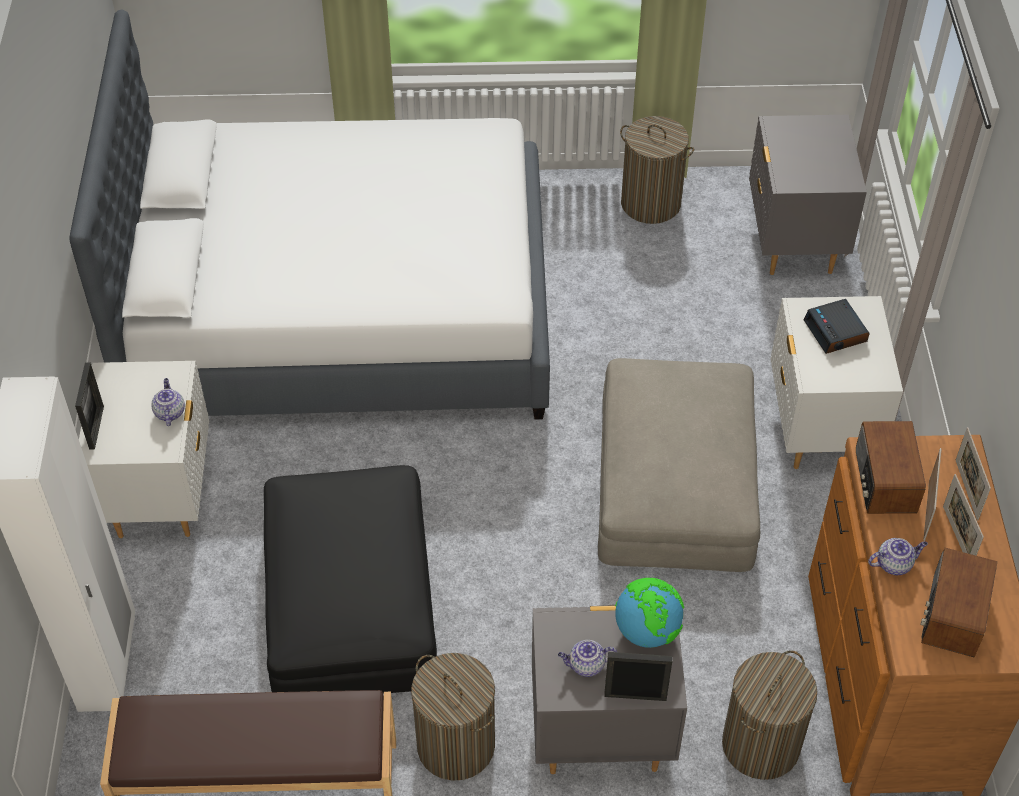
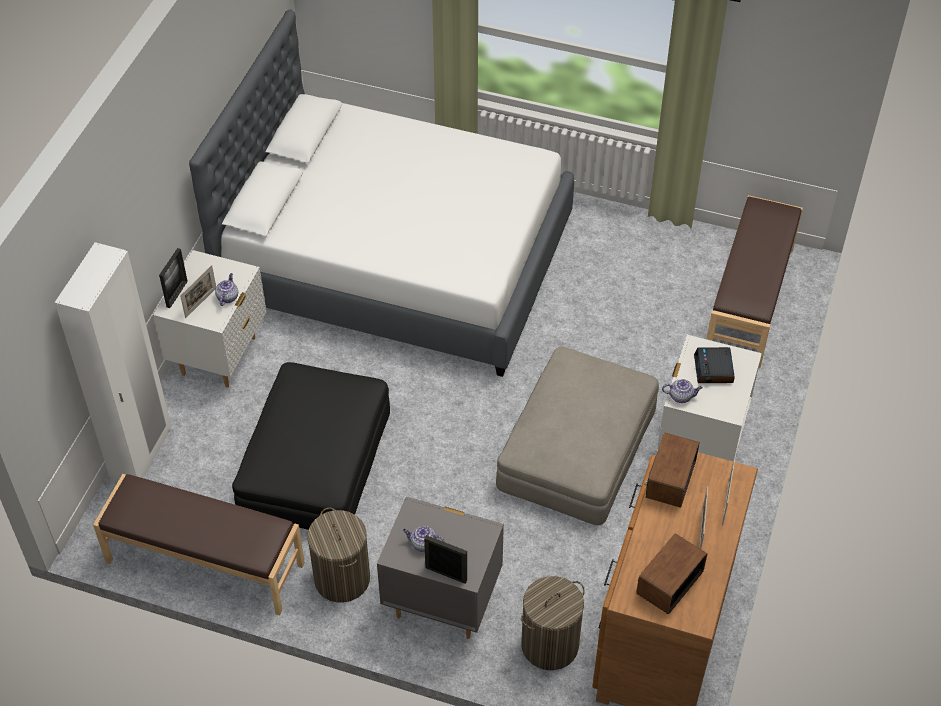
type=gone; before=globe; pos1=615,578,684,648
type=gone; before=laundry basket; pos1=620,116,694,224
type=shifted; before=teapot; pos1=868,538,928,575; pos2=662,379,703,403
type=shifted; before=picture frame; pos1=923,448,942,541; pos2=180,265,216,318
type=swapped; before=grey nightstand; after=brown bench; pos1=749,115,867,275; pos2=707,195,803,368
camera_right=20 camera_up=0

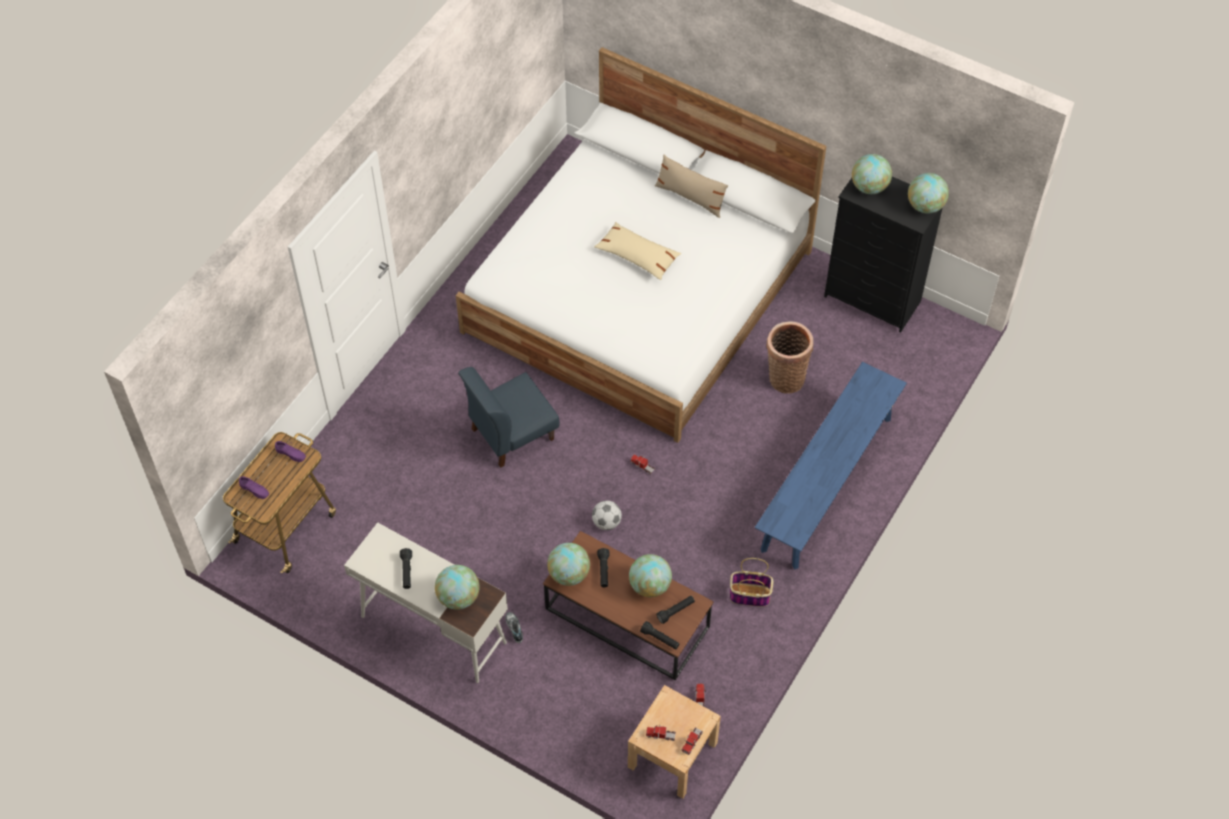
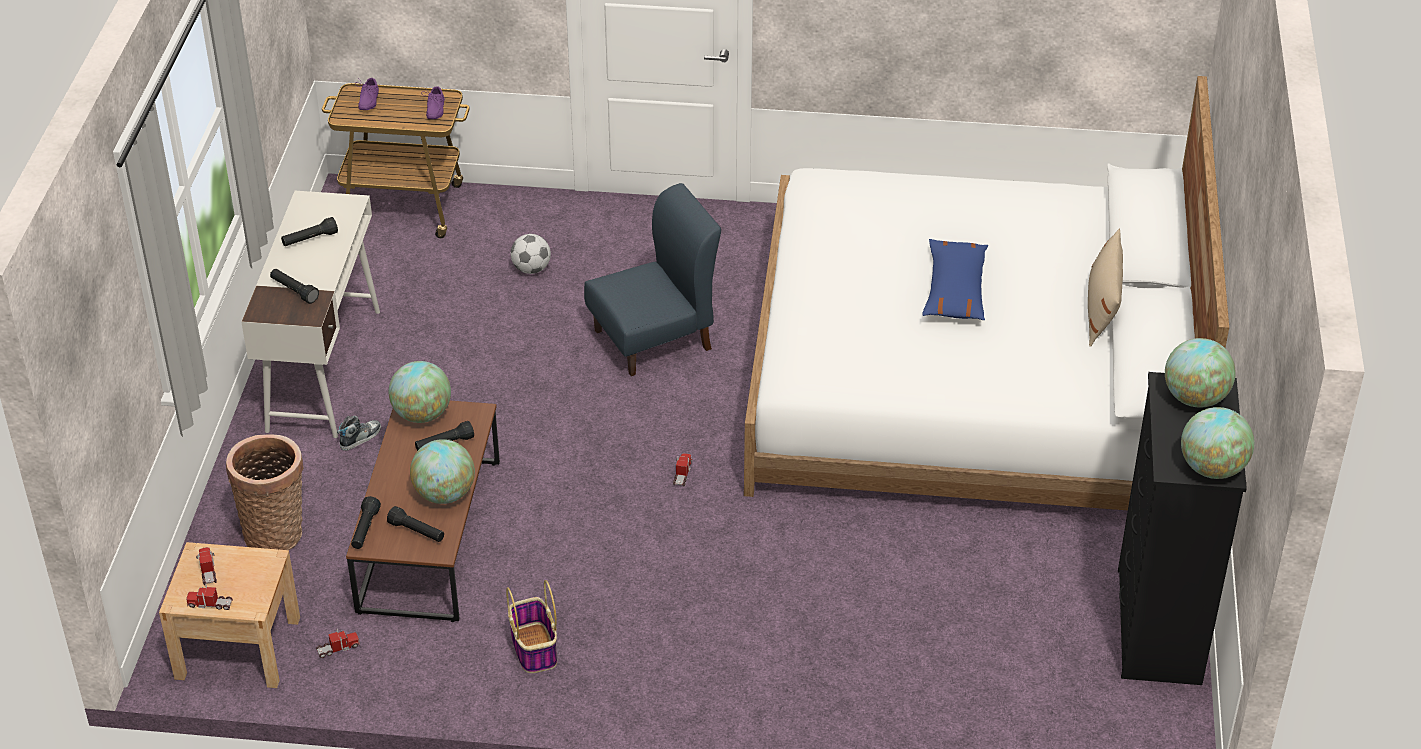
type=gone; before=blue bench; pos1=755,362,907,570
type=shifted; before=football; pos1=592,500,622,530; pos2=511,234,551,274
type=shifted; before=basket; pos1=767,322,813,394; pos2=226,435,303,550
type=swapped; before=globe; after=black flashlight; pos1=435,565,480,610; pos2=270,269,319,304
type=repainted; before=beige pillow; after=blue pillow; pos1=594,222,681,280; pos2=922,239,988,320
type=rotated; before=blue chair; pos1=458,367,560,468; pos2=584,183,721,376; turn=120
camera_right=65 camera_up=-15

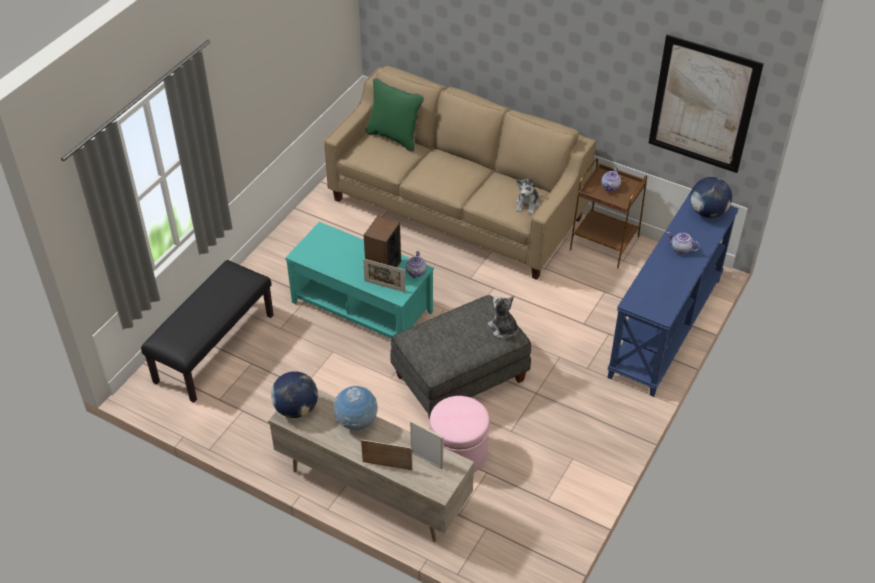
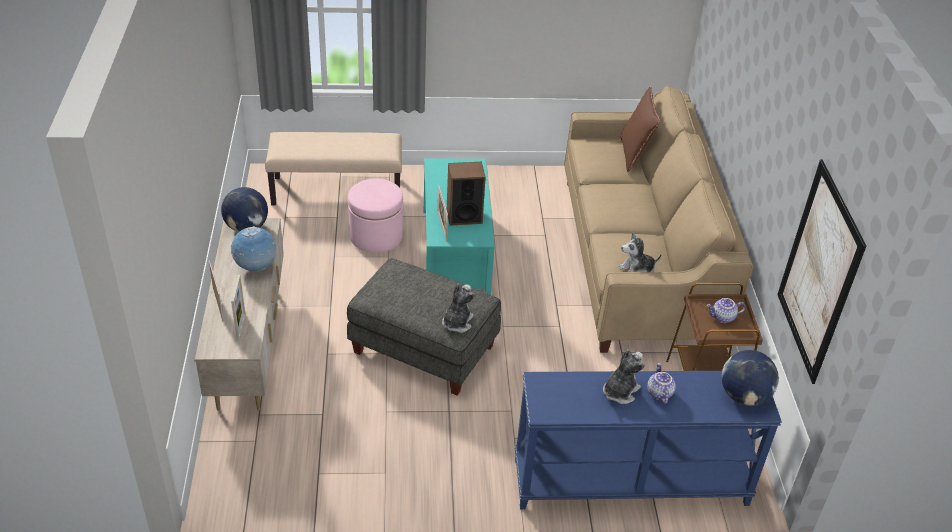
type=gone; before=teapot; pos1=406,251,426,278
type=new; after=plush toy; pos2=603,349,645,404
type=shifted; before=pink ottoman; pos1=430,396,490,472; pos2=348,179,403,253
type=repainted; before=black bench; after=beige bench; pos1=141,260,273,403; pos2=265,132,402,205
type=repainted; before=green pillow; after=brown pillow; pos1=365,78,424,152; pos2=620,87,660,172
camera_right=55 camera_up=-5

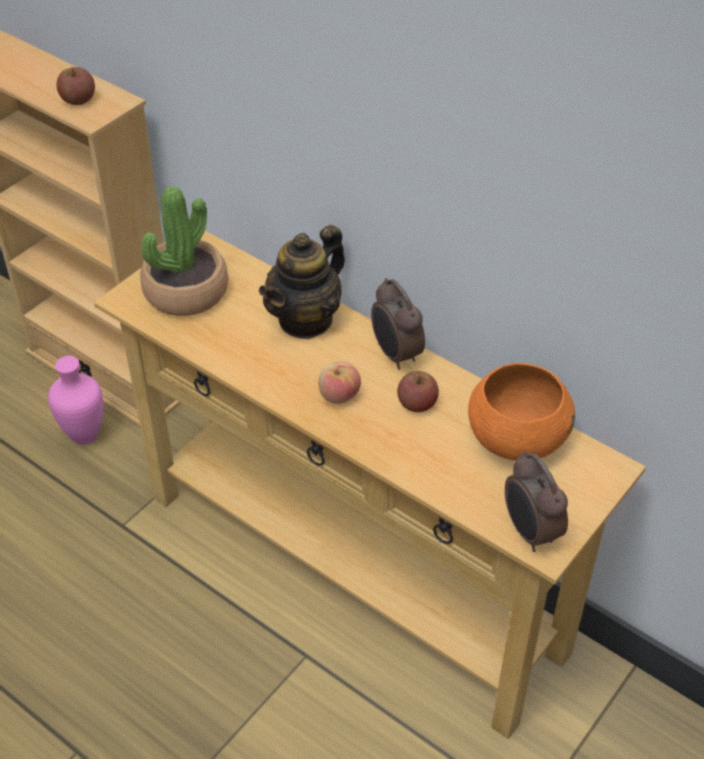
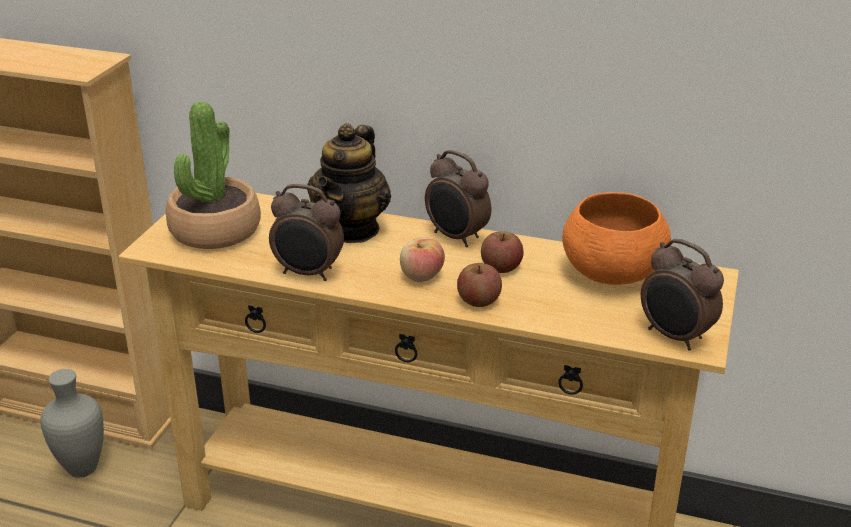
type=new; after=alarm clock; pos2=269,184,344,281
type=shifted; before=apple; pos1=56,67,95,105; pos2=457,263,502,307
type=repainted; before=pink vase; after=grey vase; pos1=48,356,103,445; pos2=40,369,104,478
camera_right=-20 camera_up=-15

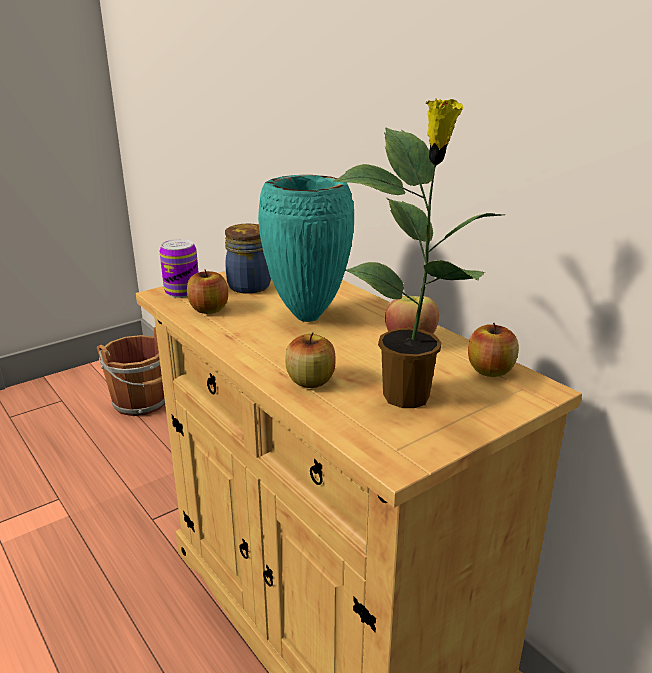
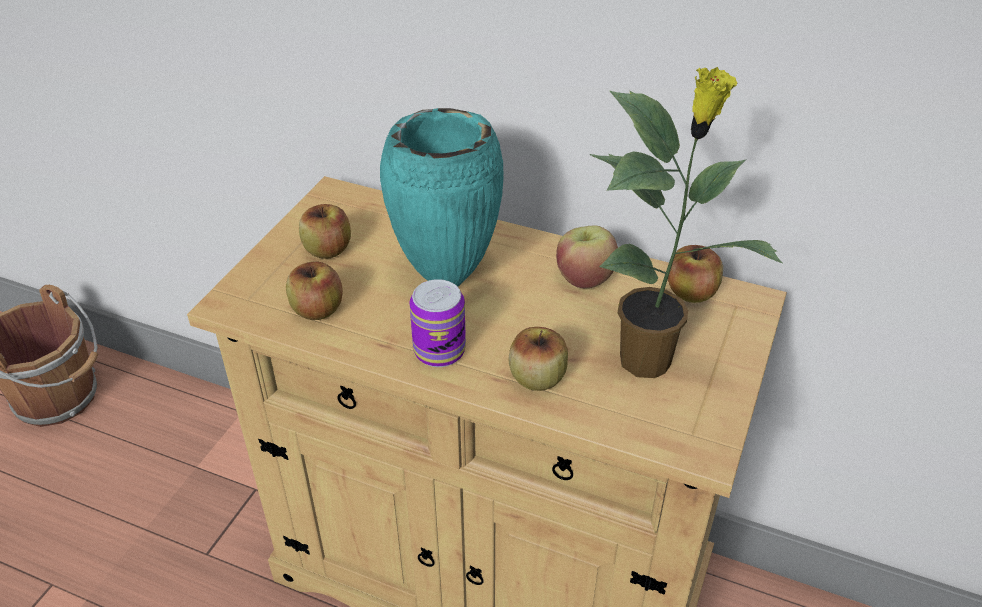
type=shifted; before=can; pos1=159,239,199,298; pos2=410,279,466,367
type=swapped; before=jar; after=apple; pos1=225,224,271,294; pos2=299,204,351,259
camera_right=-30 camera_up=15

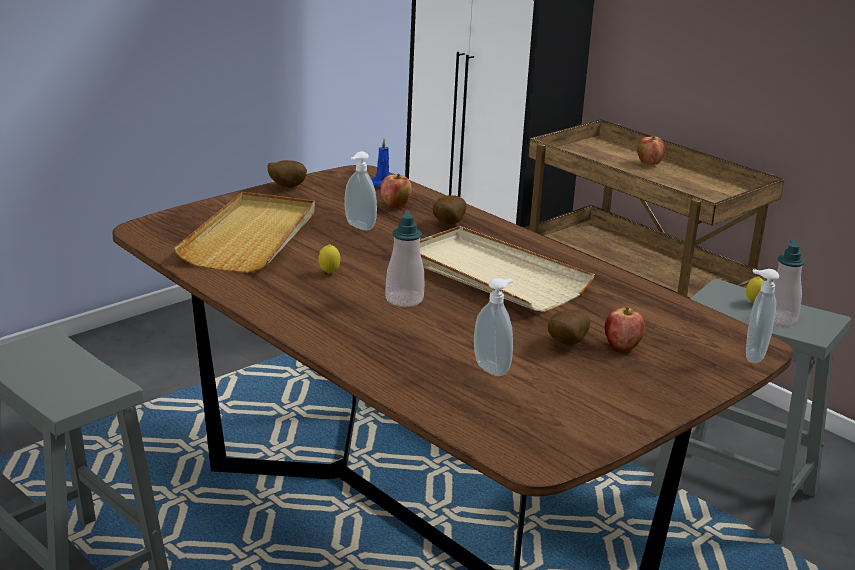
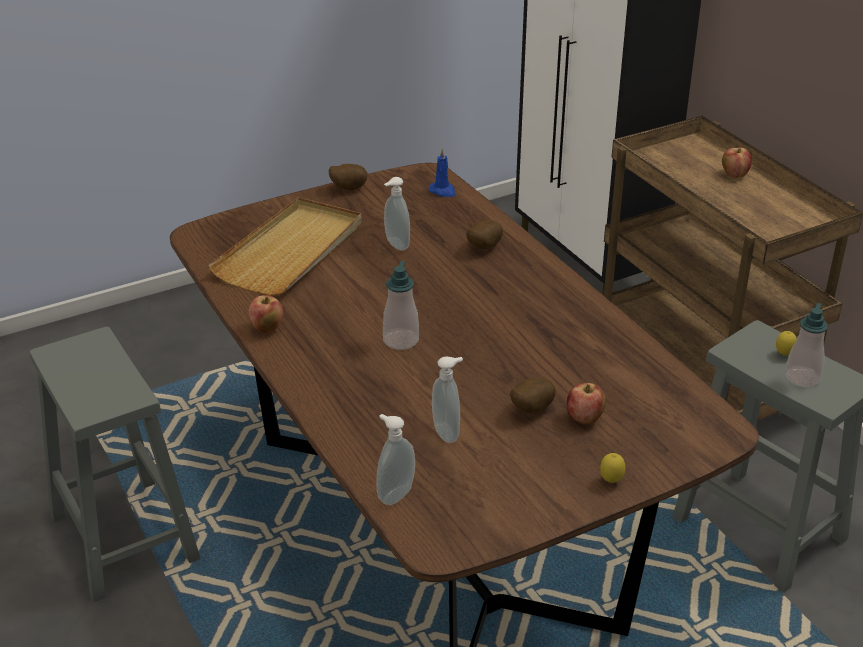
type=gone; before=beige tray; pos1=420,226,595,312
type=shifted; before=lemon; pos1=318,244,340,274; pos2=600,453,625,483
type=shifted; before=apple; pos1=380,174,412,208; pos2=248,295,283,333
type=shifted; before=soap dispenser; pos1=746,269,779,363; pos2=376,414,415,505
camera_right=15 camera_up=10

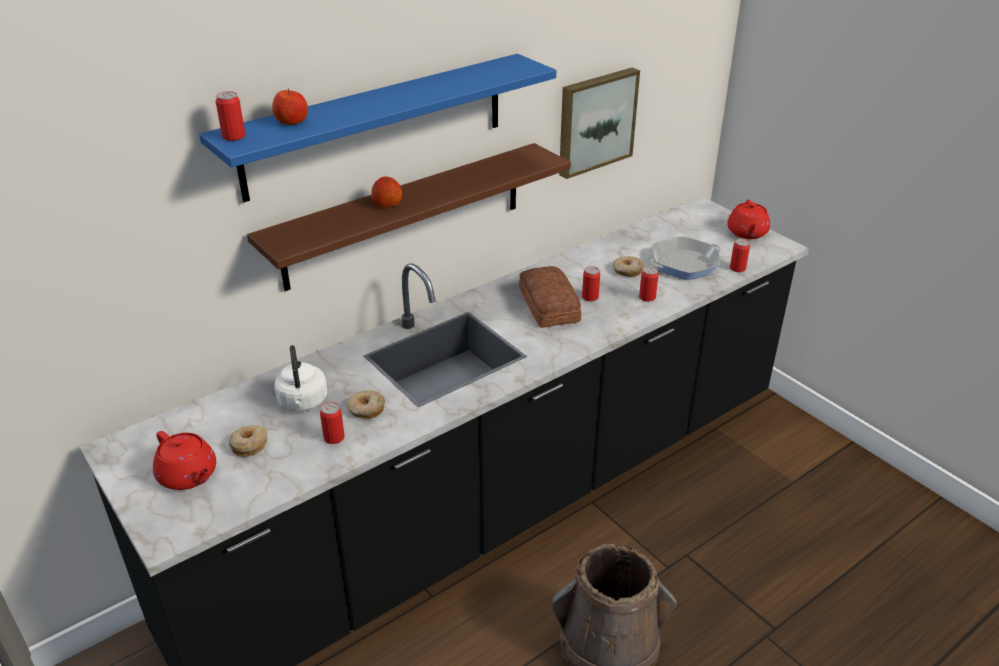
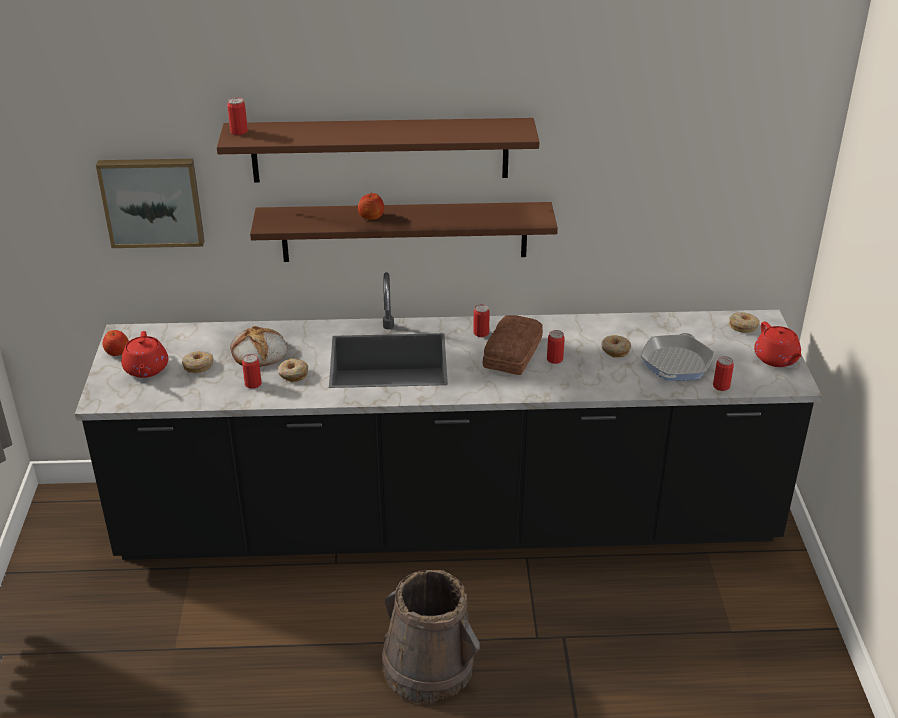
type=new; after=donut; pos2=729,312,760,333
type=shifted; before=apple; pos1=272,88,308,125; pos2=102,330,129,356
type=shifted; before=picture; pos1=559,68,640,179; pos2=96,159,205,248
type=shifted; before=can; pos1=639,266,659,302; pos2=473,304,490,337
type=swapped; before=white kettle; after=bread; pos1=274,345,327,412; pos2=230,326,288,367
type=repainted; before=blue shelf; after=brown shelf; pos1=199,54,556,202; pos2=217,118,539,183
type=rotated; before=frying pan; pos1=650,236,721,280; pos2=641,333,714,381; turn=105
type=rotated; before=red teapot; pos1=727,200,770,239; pos2=754,322,801,367; turn=-60
camera_right=35 camera_up=0

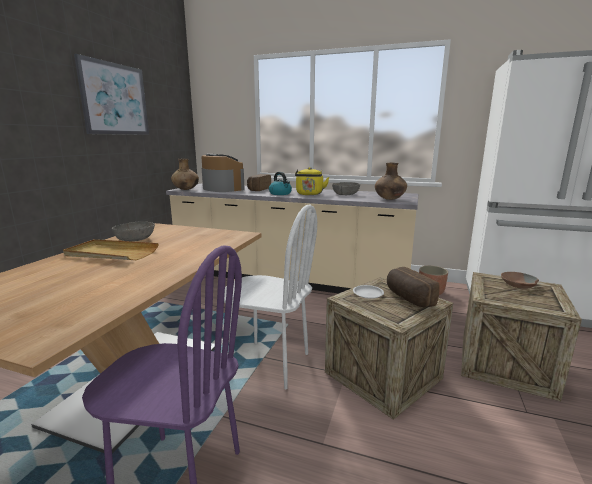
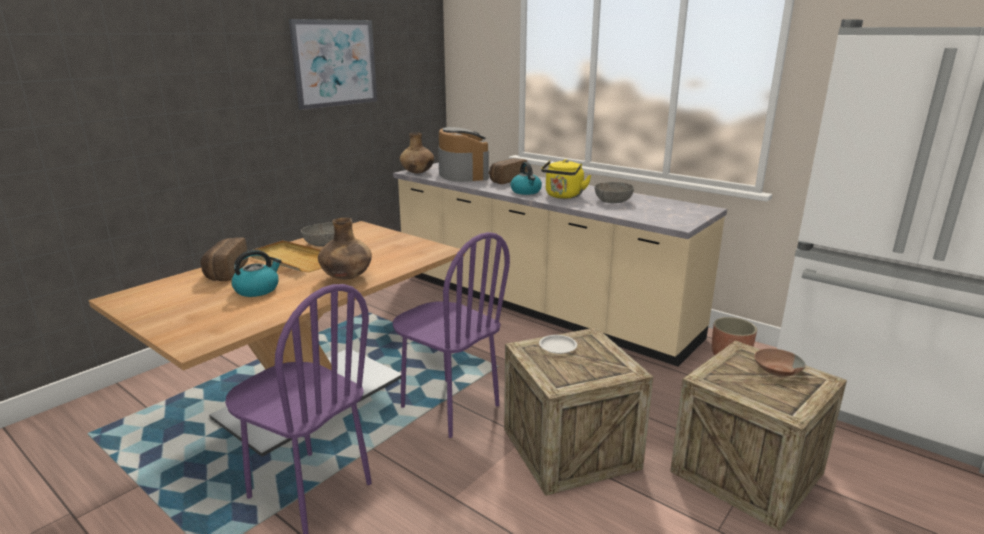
type=new; after=kettle; pos2=231,250,282,297
type=shifted; before=brown vase; pos1=375,162,407,200; pos2=318,218,372,280
type=shifted; before=bread; pos1=387,267,440,307; pos2=200,237,248,281
type=repainted; before=white chair; after=purple chair; pos1=224,205,317,389; pos2=393,232,510,438
camera_right=20 camera_up=5

